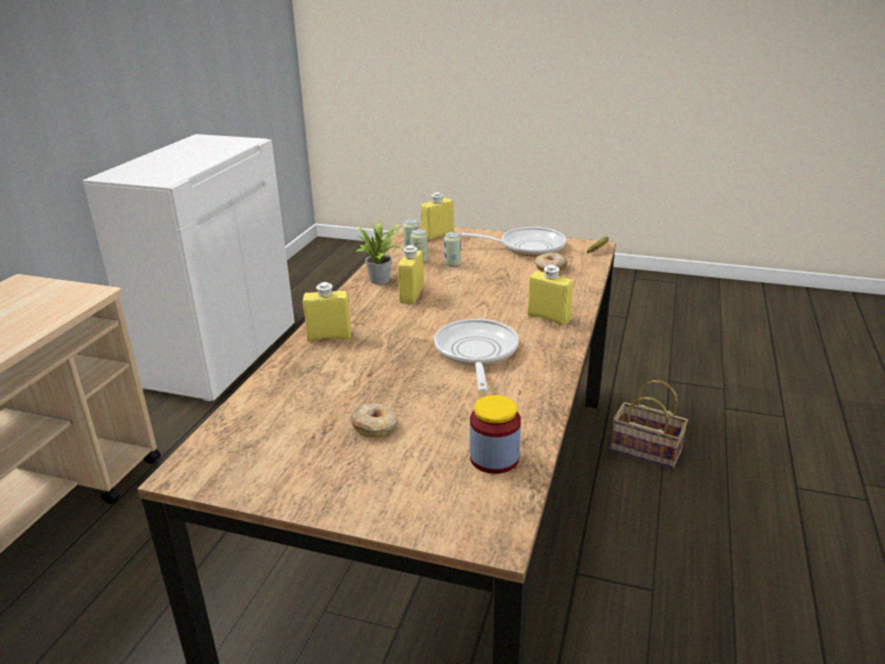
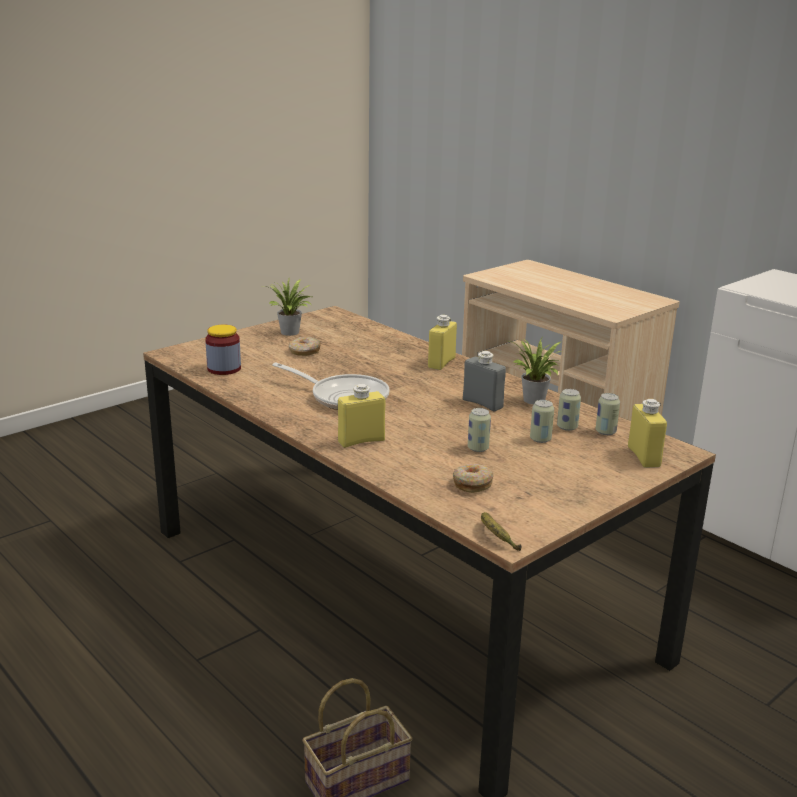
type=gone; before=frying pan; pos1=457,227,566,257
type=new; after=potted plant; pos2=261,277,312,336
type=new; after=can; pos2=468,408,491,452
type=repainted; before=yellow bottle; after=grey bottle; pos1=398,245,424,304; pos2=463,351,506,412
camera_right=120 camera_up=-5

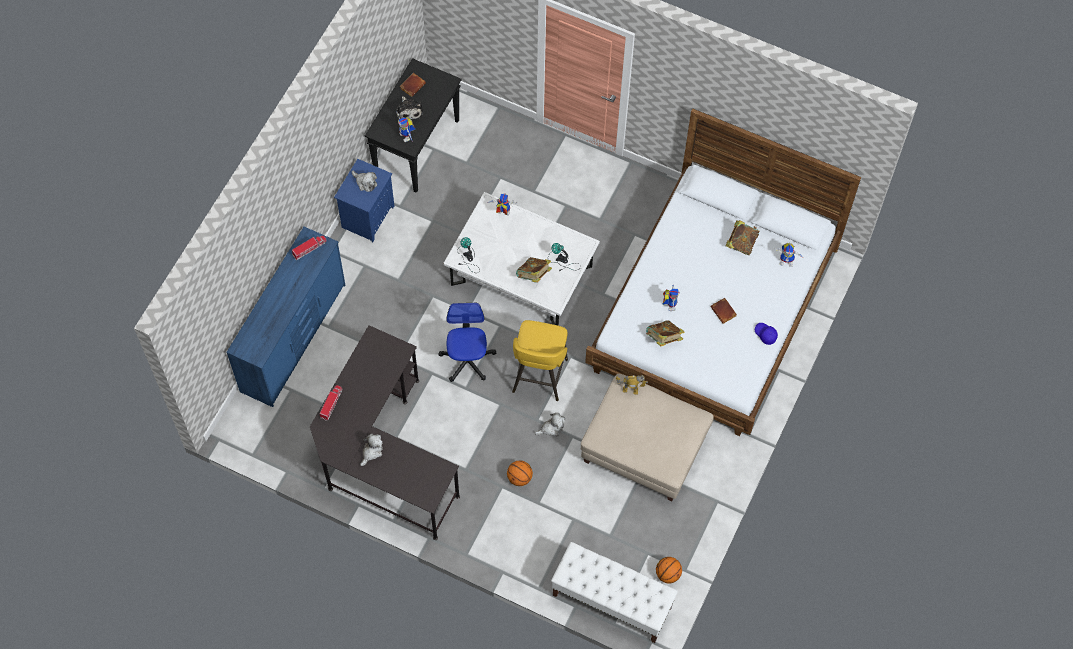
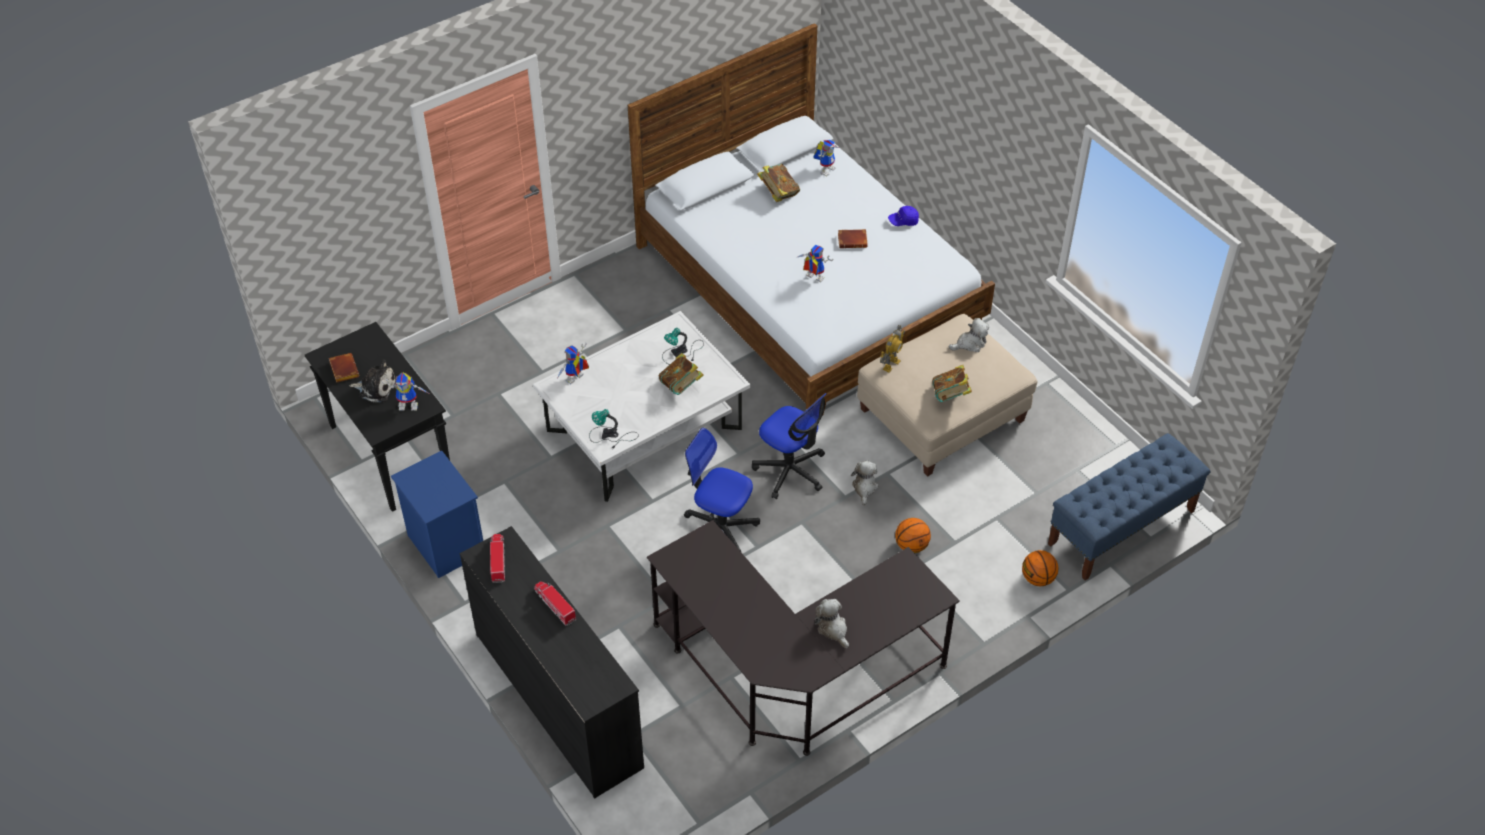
type=shifted; before=toy truck; pos1=319,385,342,421; pos2=534,581,576,626
type=shifted; before=plush toy; pos1=352,171,377,192; pos2=949,318,989,352
type=shifted; before=book; pos1=646,320,685,346; pos2=932,365,972,402
type=shifted; before=basketball; pos1=656,557,682,583; pos2=1022,550,1058,587
type=swapped; before=yellow stool; after=office chair; pos1=512,320,568,401; pos2=752,393,827,499
type=repainted; before=blue dresser; after=black dresser; pos1=226,227,345,407; pos2=460,526,644,799
type=repainted; before=white bench; after=blue bench; pos1=551,542,678,643; pos2=1048,433,1211,580
camera_right=-60 camera_up=-15

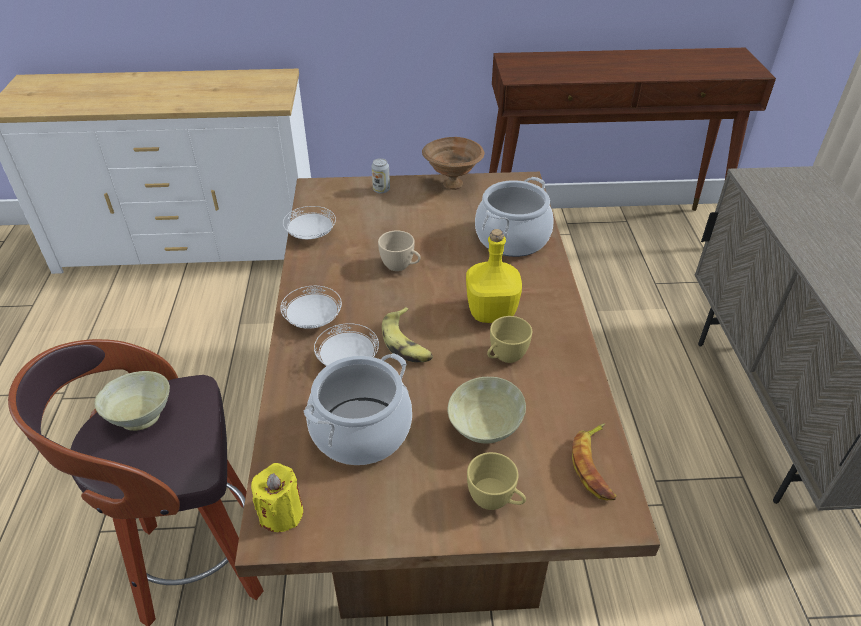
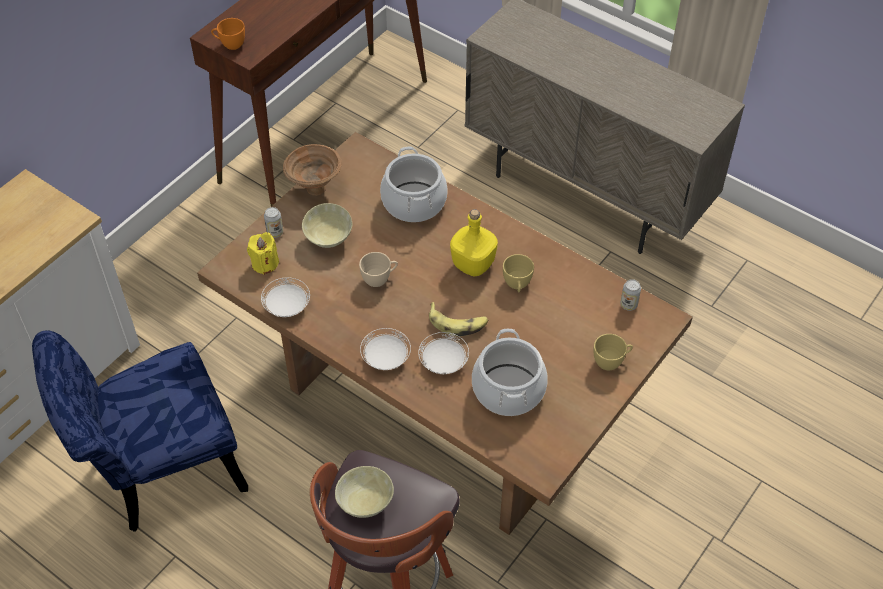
type=new; after=blue chair; pos2=32,330,248,532
type=new; after=orange cup; pos2=211,18,245,50
type=shifted; before=yellow candle; pos1=251,463,303,532; pos2=247,232,279,275
type=shifted; before=beige bowl; pos1=448,377,526,443; pos2=302,203,352,248
type=swapped; before=banana; after=can; pos1=572,423,616,500; pos2=620,279,641,311
camera_right=-50 camera_up=10

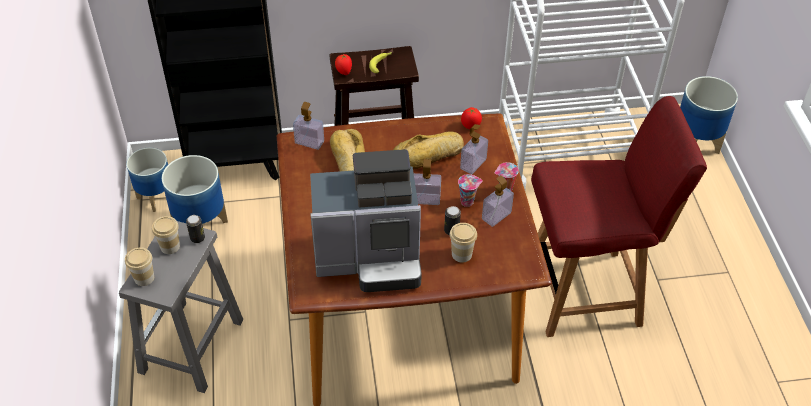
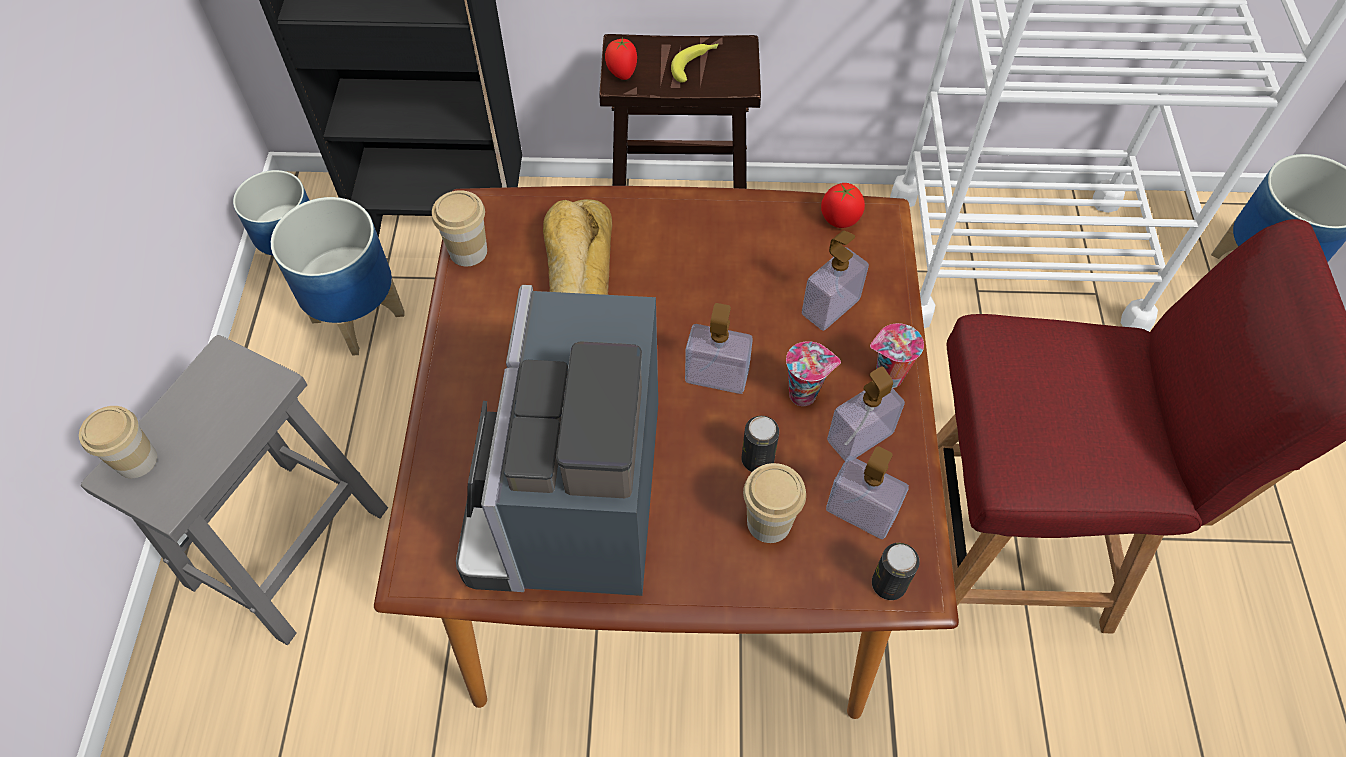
type=gone; before=bread; pos1=393,131,464,169
type=shifted; before=cup; pos1=152,216,180,254; pos2=432,190,487,266
type=shifted; before=can; pos1=186,215,205,243; pos2=872,543,920,600
type=shifted; before=soap dispenser; pos1=293,102,324,150; pos2=826,446,909,539
type=rotated; before=coffee machine; pos1=310,149,422,292; pos2=456,285,658,596; turn=90
camera_right=10 camera_up=10

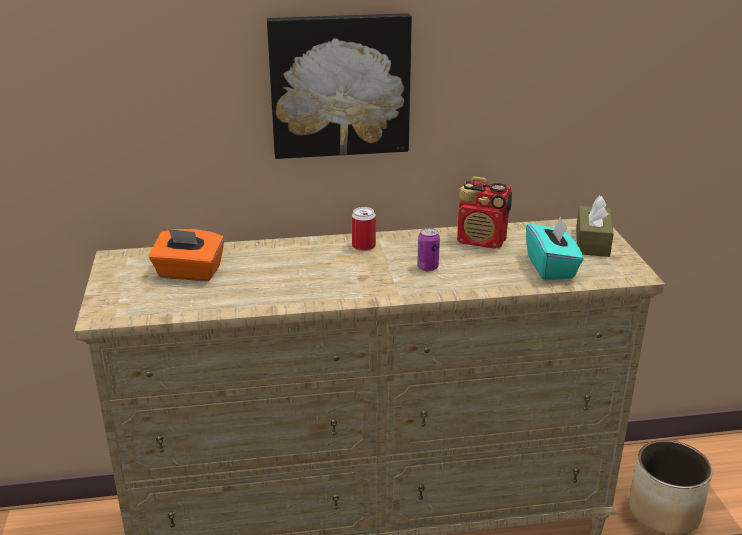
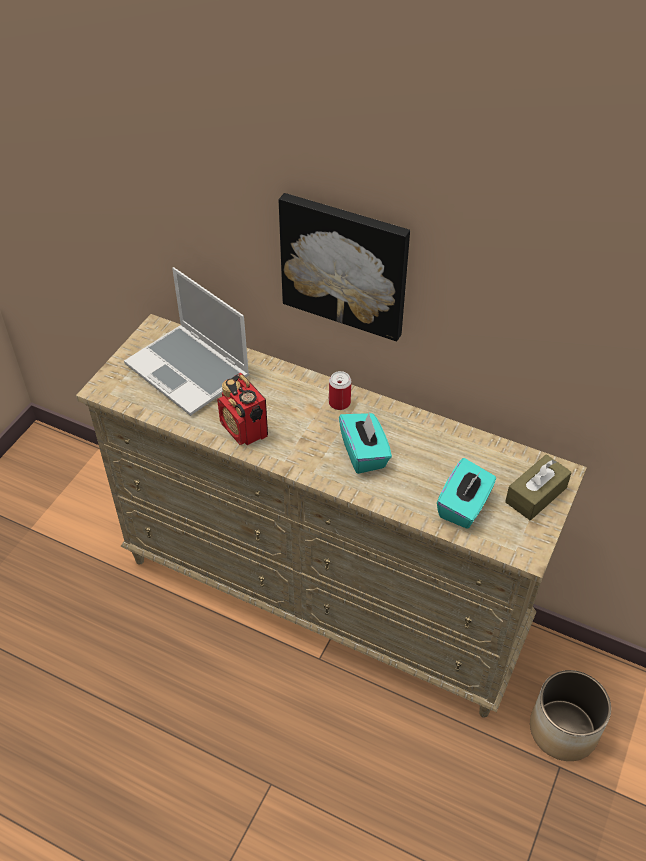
type=shifted; before=radio; pos1=457,176,512,249; pos2=217,373,268,445
type=swapped; before=orange tissue box; after=laptop; pos1=149,229,224,281; pos2=124,267,250,416
type=swapped; before=can; after=turquoise tissue box; pos1=417,228,440,271; pos2=339,413,392,474
camera_right=35 camera_up=20

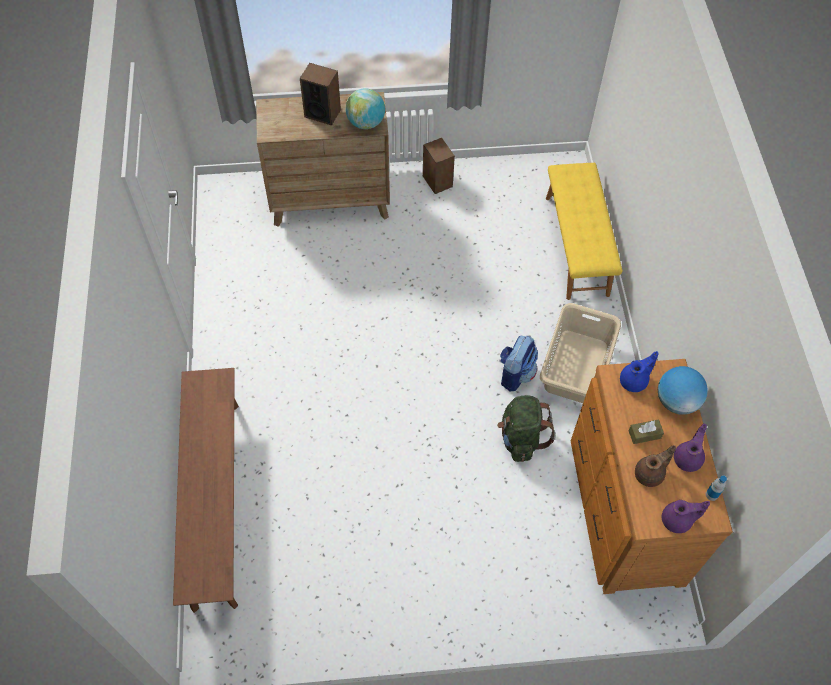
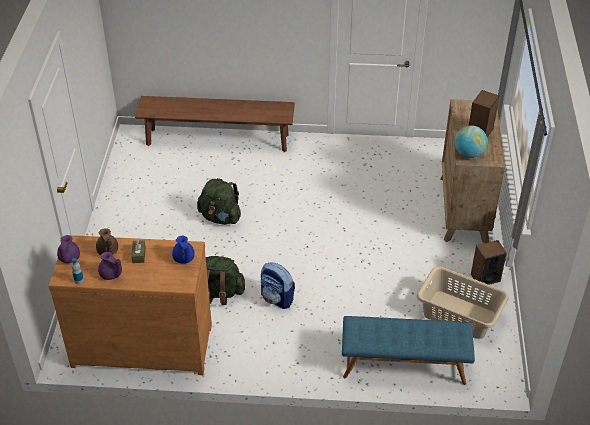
type=gone; before=globe; pos1=658,366,708,415
type=new; after=green backpack; pos2=197,178,241,225
type=shifted; before=beige laundry basket; pos1=540,303,621,403; pos2=417,266,509,339
type=repainted; before=yellow bench; after=blue bench; pos1=546,163,622,300; pos2=342,316,475,385
camera_right=100 camera_up=-15

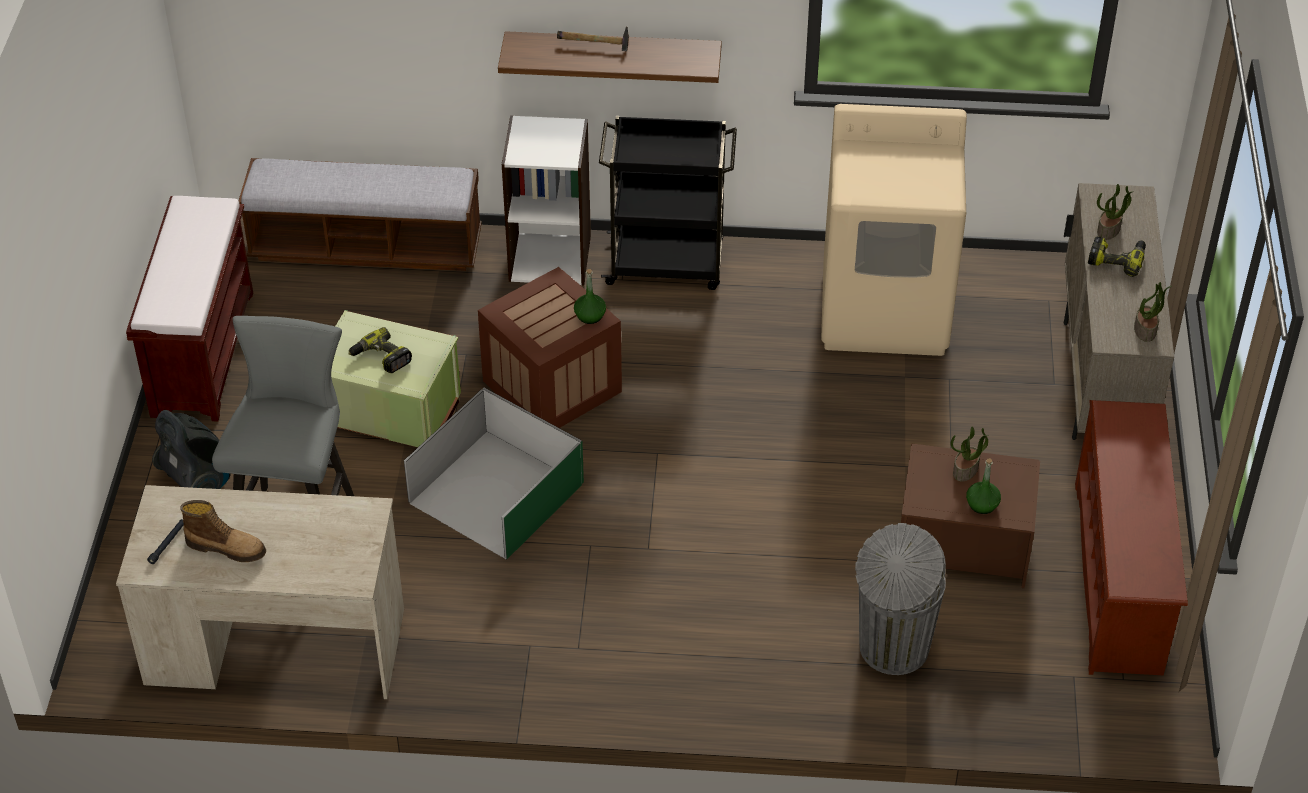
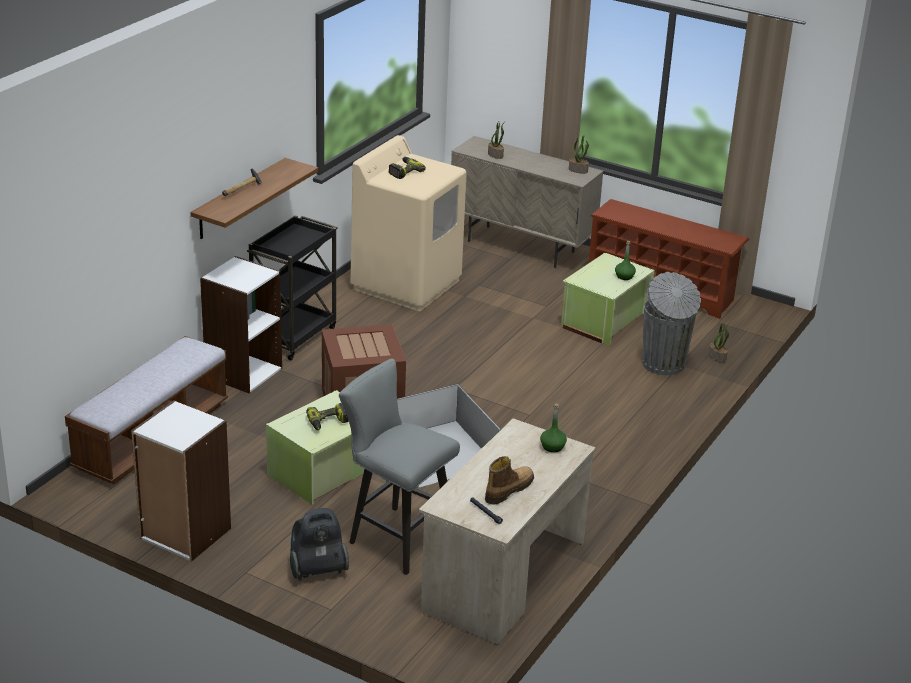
type=shifted; before=green bottle; pos1=574,269,606,324; pos2=540,403,567,452
type=shifted; before=potted plant; pos1=951,427,989,482; pos2=709,323,730,363
type=shifted; before=power drill; pos1=1088,237,1146,277; pos2=389,157,426,179
type=swapped; before=brown bench; after=white bookcase; pos1=126,196,253,422; pos2=131,400,231,562
type=repainted; before=brown storage box; after=green storage box; pos1=901,443,1040,588; pos2=561,253,655,345
camera_right=-65 camera_up=-15

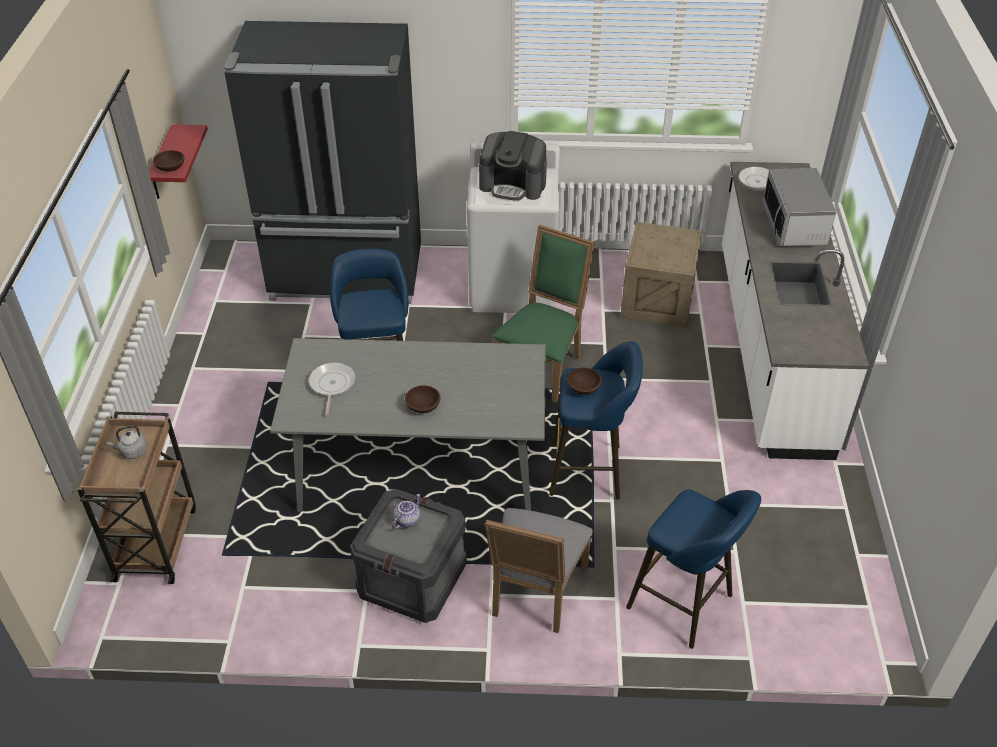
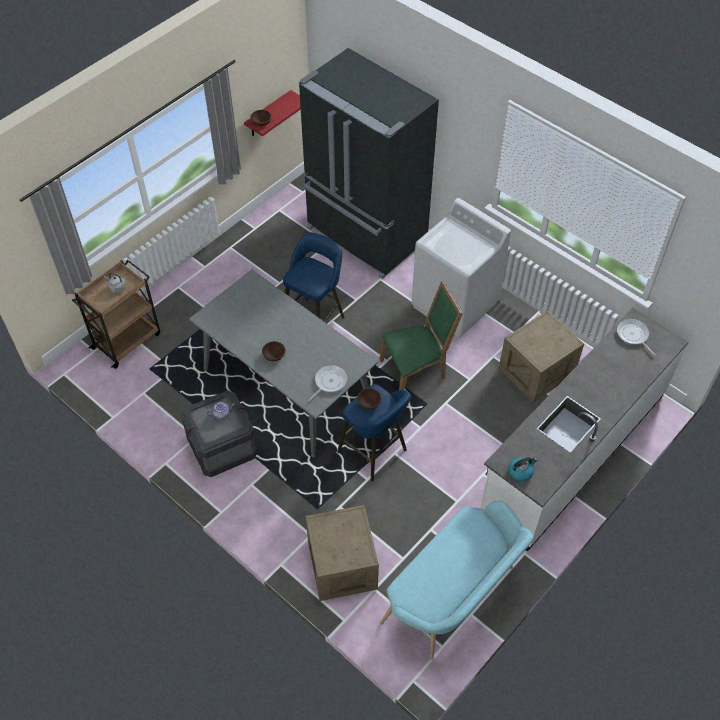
type=gone; before=coffee machine; pos1=479,131,547,201
type=gone; before=grey chair; pos1=485,508,593,633
type=gone; before=microwave; pos1=763,168,836,246
type=new; after=turquoise bench; pos2=380,501,533,660
type=new; after=kettle; pos2=508,457,537,482
type=shifted; before=frying pan; pos1=309,362,355,416; pos2=307,365,347,402
type=swapped; before=blue stool; after=crate; pos1=626,489,761,649; pos2=306,505,379,601
camera_right=40 camera_up=10

